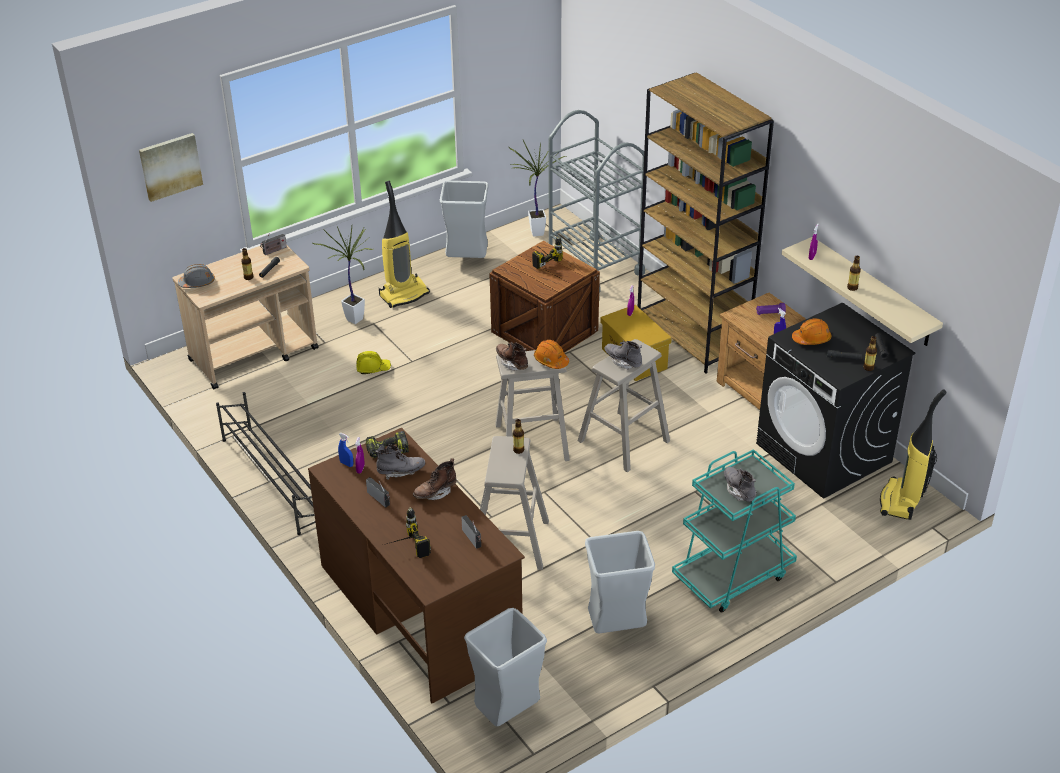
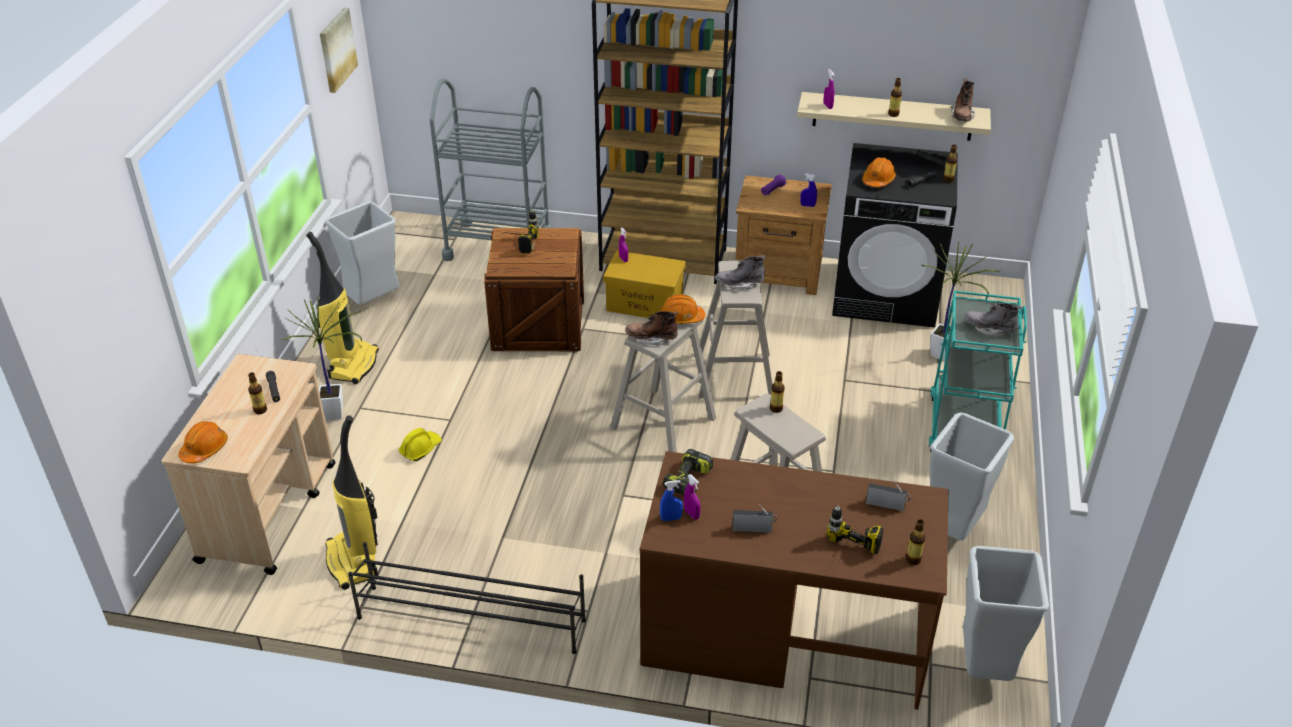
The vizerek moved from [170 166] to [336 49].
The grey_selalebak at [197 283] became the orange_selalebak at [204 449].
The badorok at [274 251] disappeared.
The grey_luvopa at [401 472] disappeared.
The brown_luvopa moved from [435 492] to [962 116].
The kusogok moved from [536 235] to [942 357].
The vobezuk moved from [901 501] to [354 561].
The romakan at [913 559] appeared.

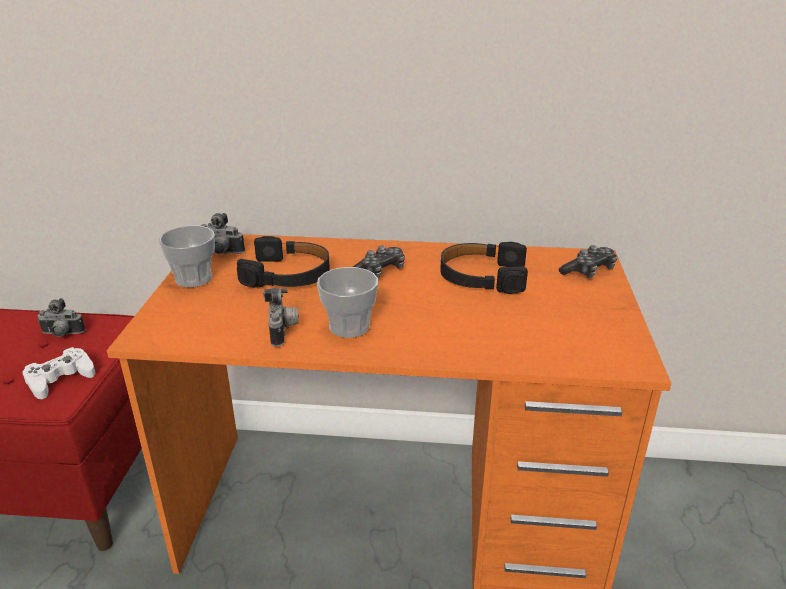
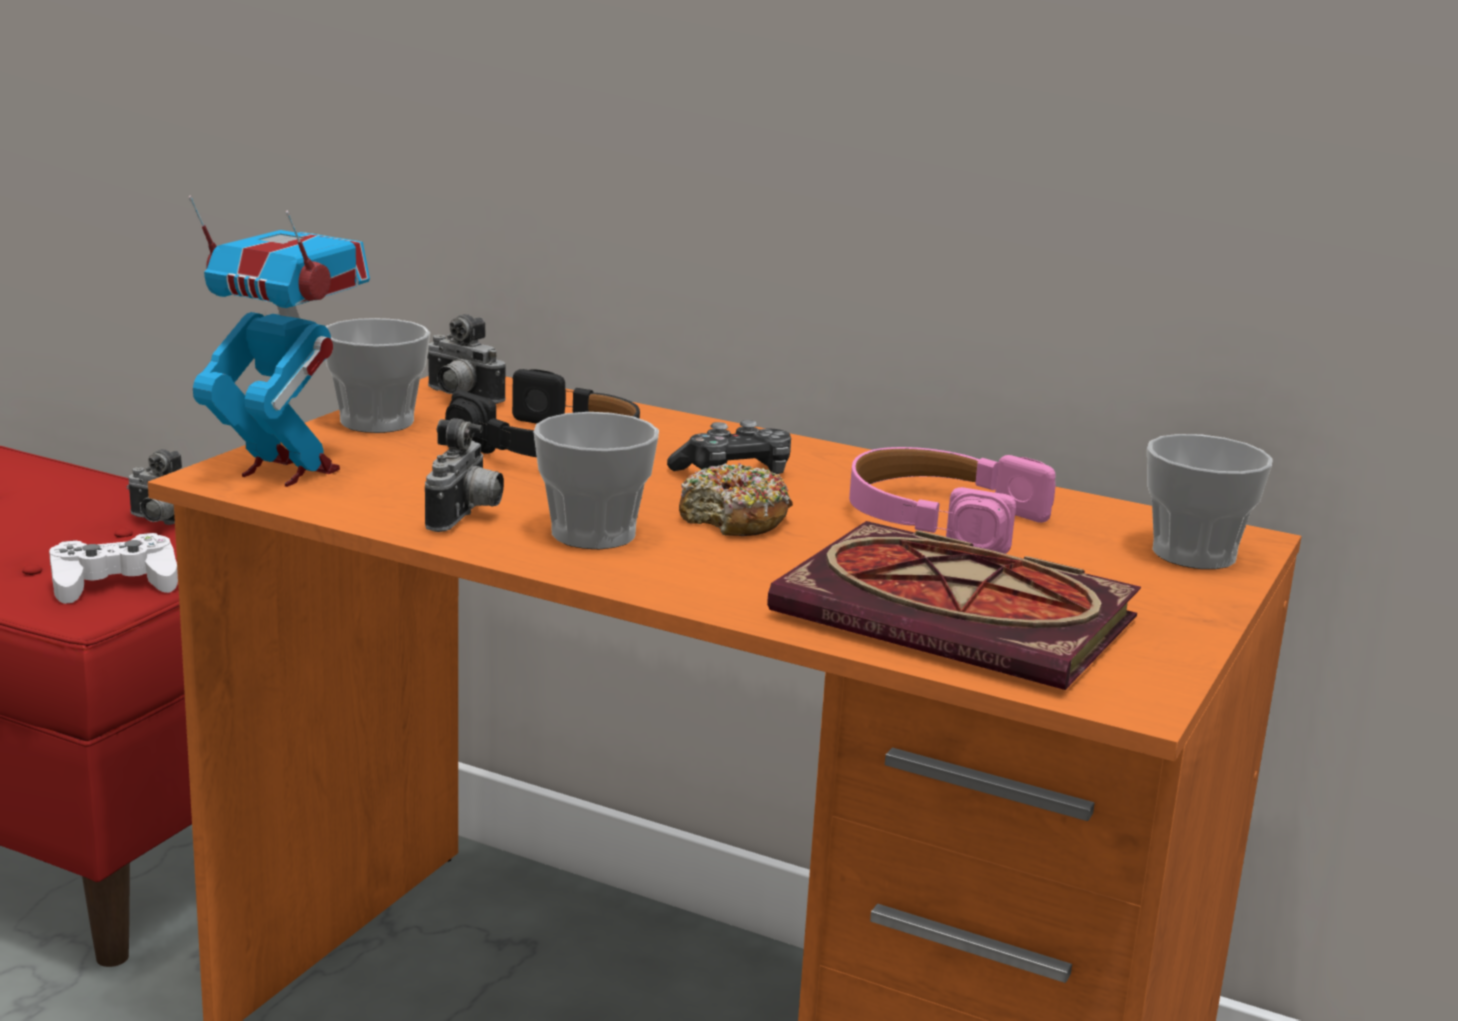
The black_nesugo at [482 277] became the pink_nesugo at [941 519].
The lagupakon at [588 271] was replaced by the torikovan at [1194 554].
The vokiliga at [287 471] appeared.
The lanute at [734 519] appeared.
The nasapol at [965 617] appeared.

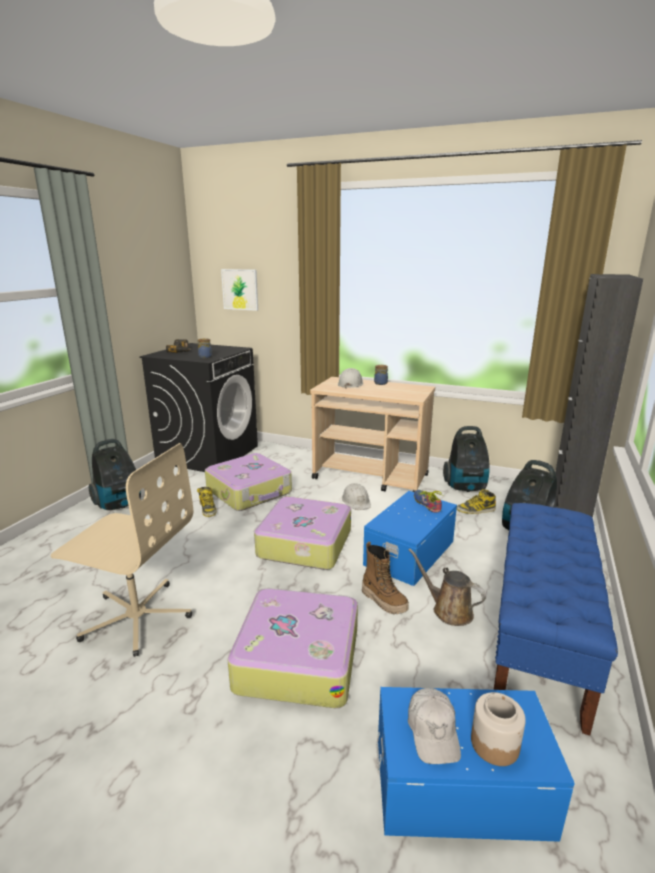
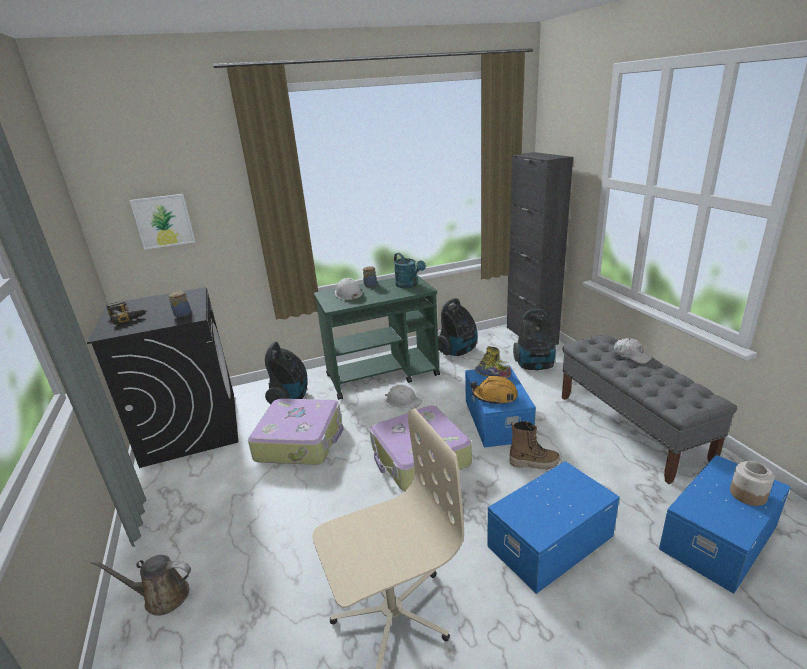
The vobezuk moved from [120 504] to [291 398].
The luvopa at [208 509] disappeared.
The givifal at [297 658] was replaced by the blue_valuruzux at [548 540].
The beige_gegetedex at [371 477] became the green_gegetedex at [383 375].
The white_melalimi moved from [433 732] to [631 355].
The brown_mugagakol moved from [448 610] to [162 596].
The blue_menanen at [539 636] became the grey_menanen at [631 428].
The turquoise_mugagakol at [409 285] appeared.
The orange_selalebak at [494 396] appeared.

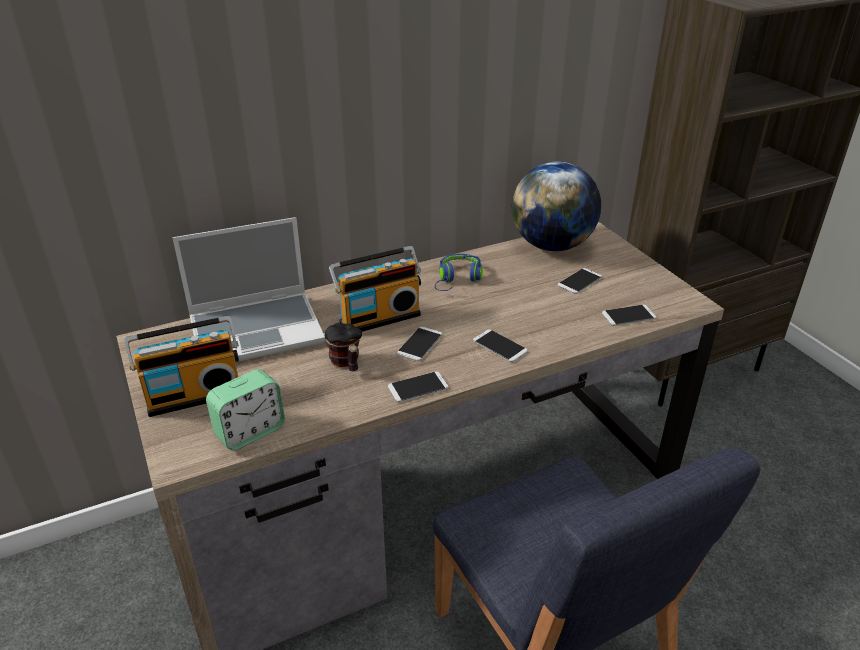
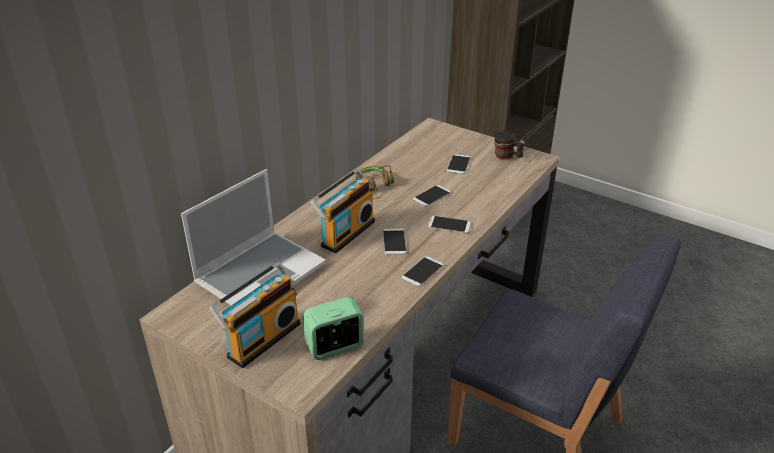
The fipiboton at [250 431] turned 135 degrees counterclockwise.
The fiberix moved from [346 363] to [507 157].
The blue_nesugo at [458 279] became the brown_nesugo at [375 187].
The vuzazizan at [552 245] disappeared.
The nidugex moved from [628 316] to [432 196].

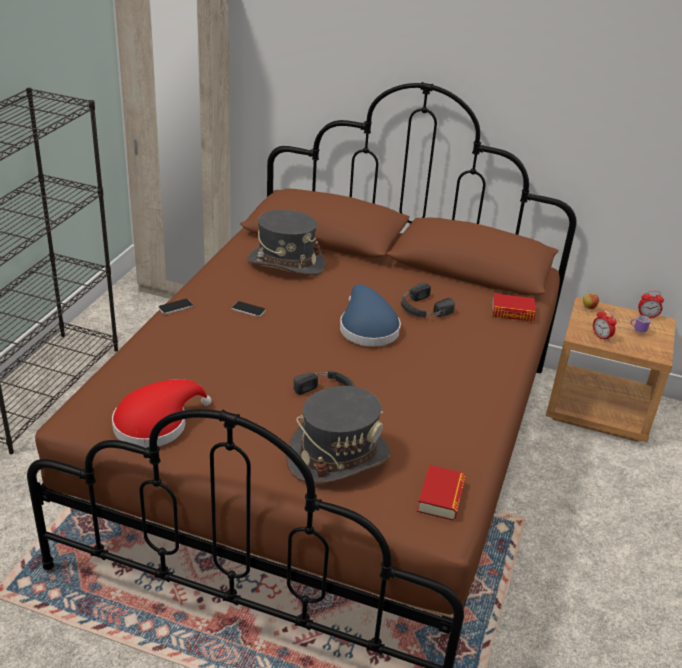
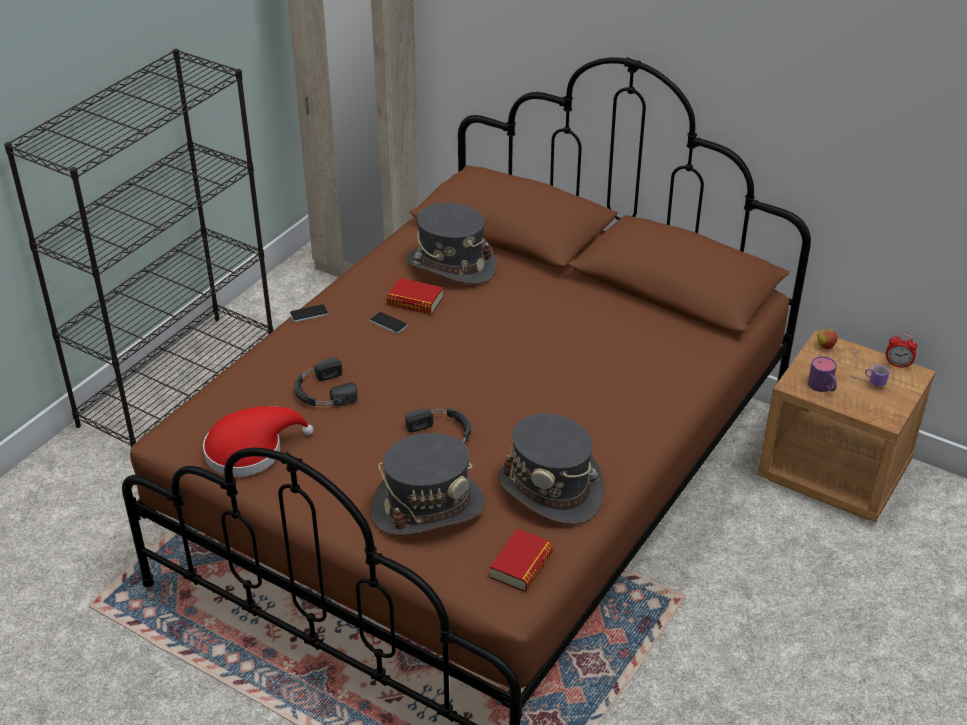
The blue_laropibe at [367 328] disappeared.
The black_nesugo moved from [422 309] to [323 392].
The nasapol moved from [512 312] to [415 301].
The fipiboton at [601 337] was replaced by the purple_fiberix at [823 387].
The grey_laropibe at [550 489] appeared.

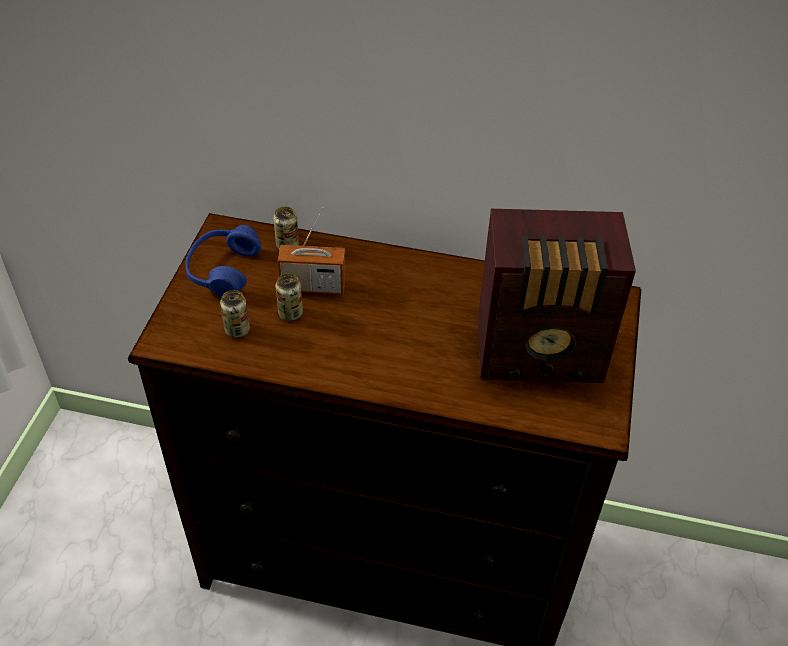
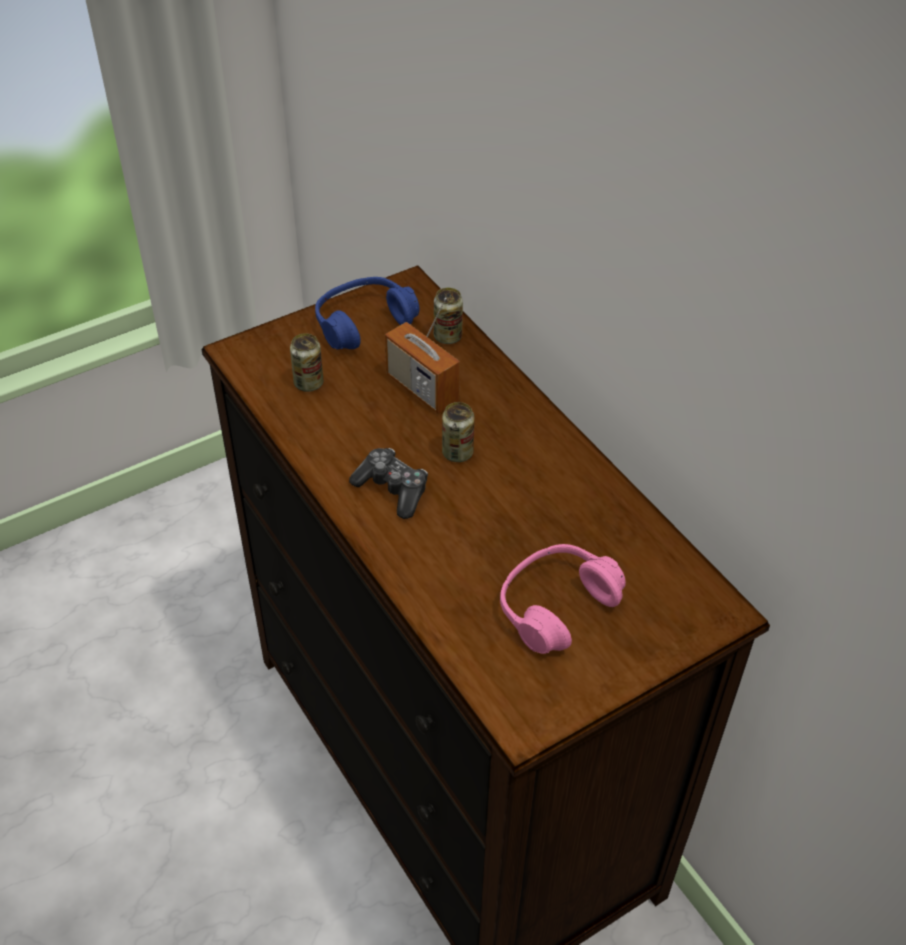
The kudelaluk moved from [290 313] to [457 453].
The badorok at [541 355] was replaced by the pink_nesugo at [556 606].
The lagupakon at [392 489] appeared.

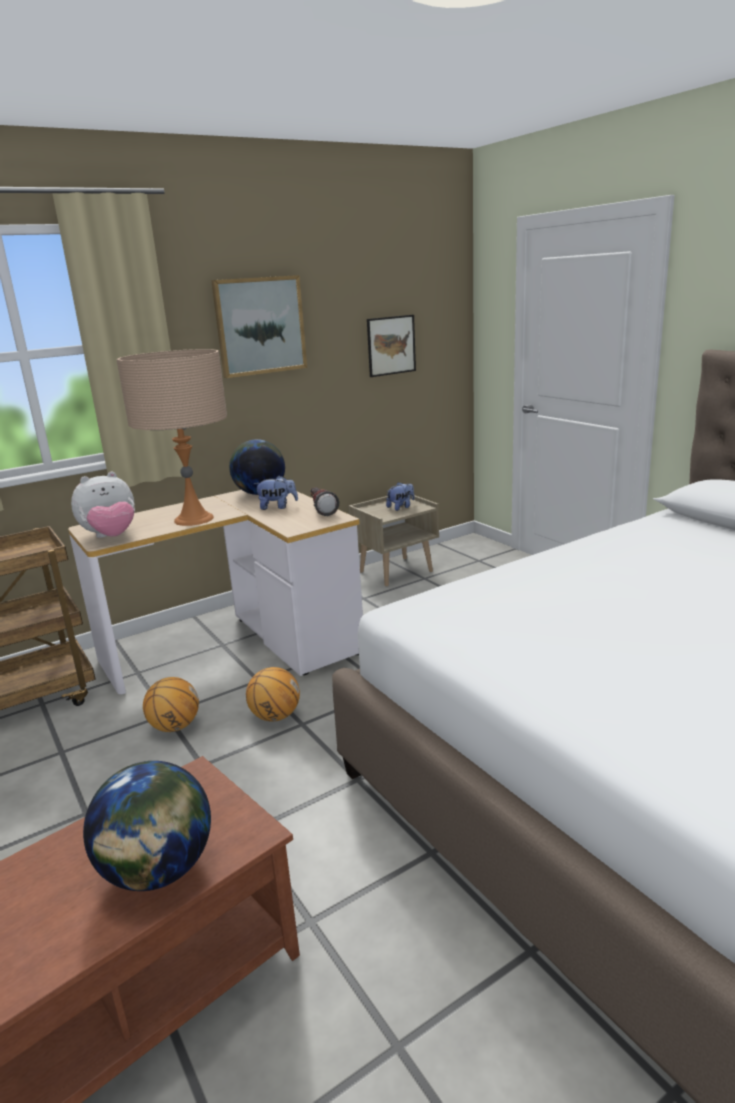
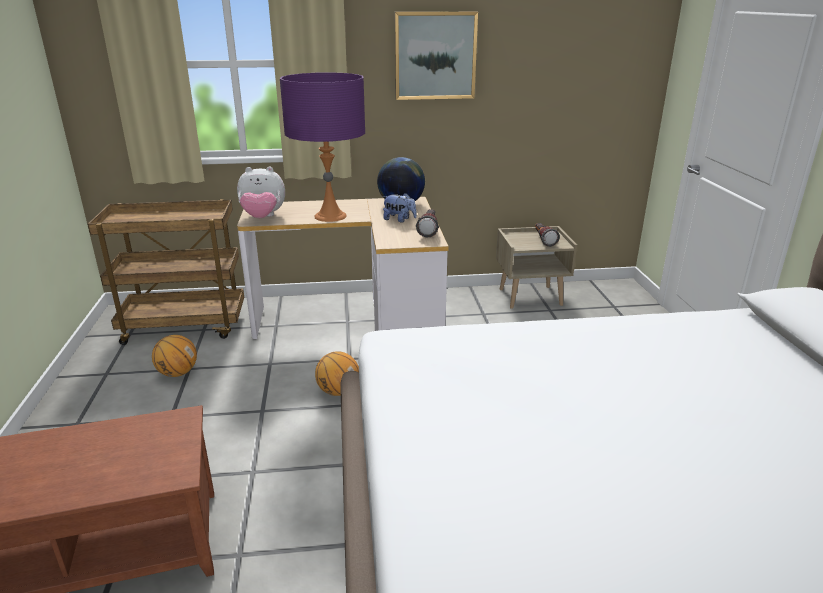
The vuzazizan at [158 870] disappeared.
The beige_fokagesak at [194 519] became the purple_fokagesak at [330 216].
The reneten moved from [174 727] to [177 373].
The vizerek at [391 345] disappeared.
The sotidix at [401 507] was replaced by the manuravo at [543 240].

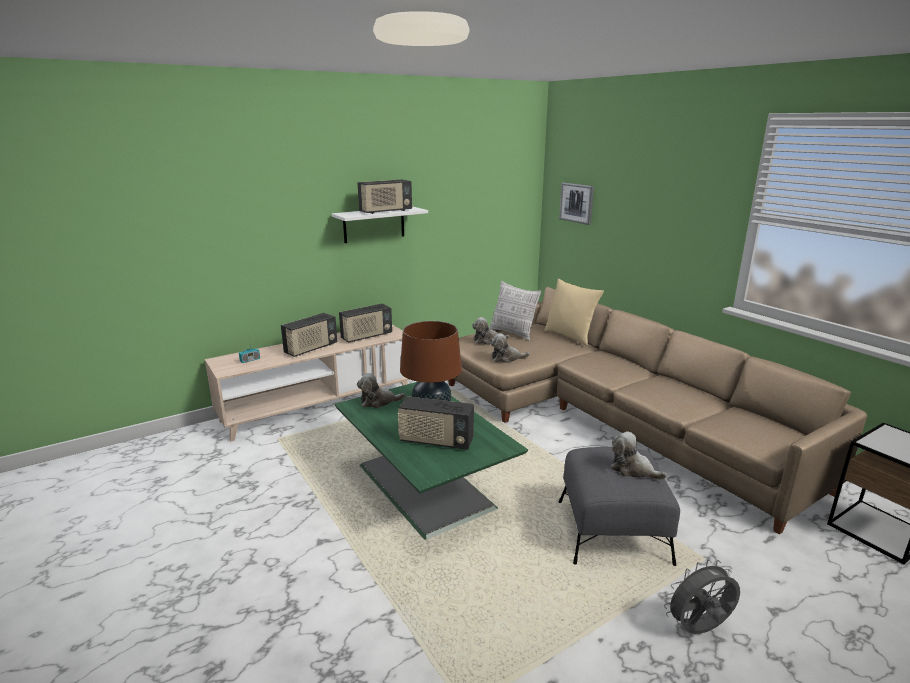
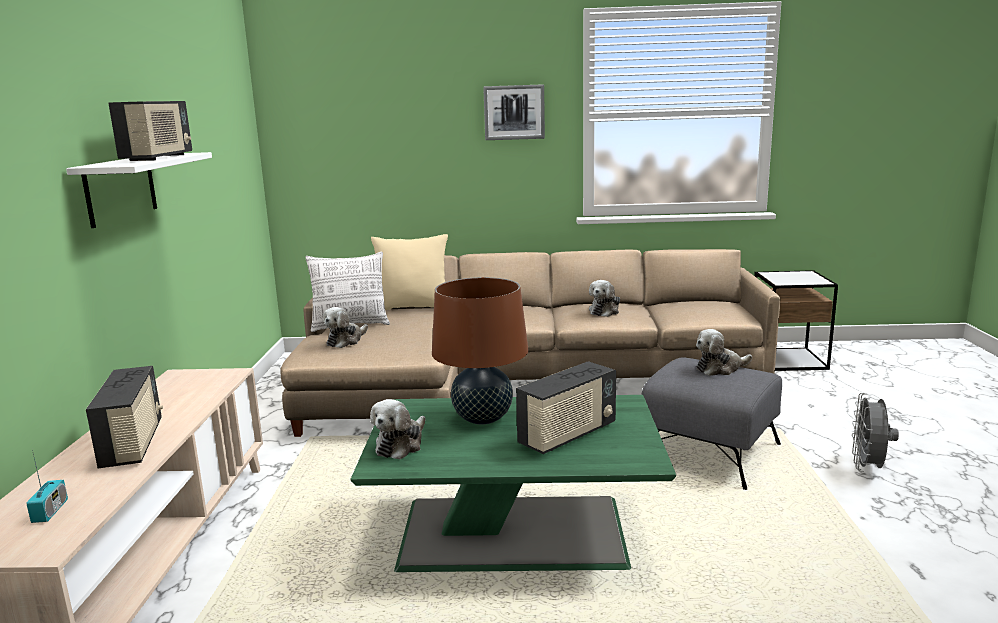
The badorok at [366 336] disappeared.
The sotidix moved from [506 358] to [605 311].
The vizerek moved from [577 203] to [514 112].

